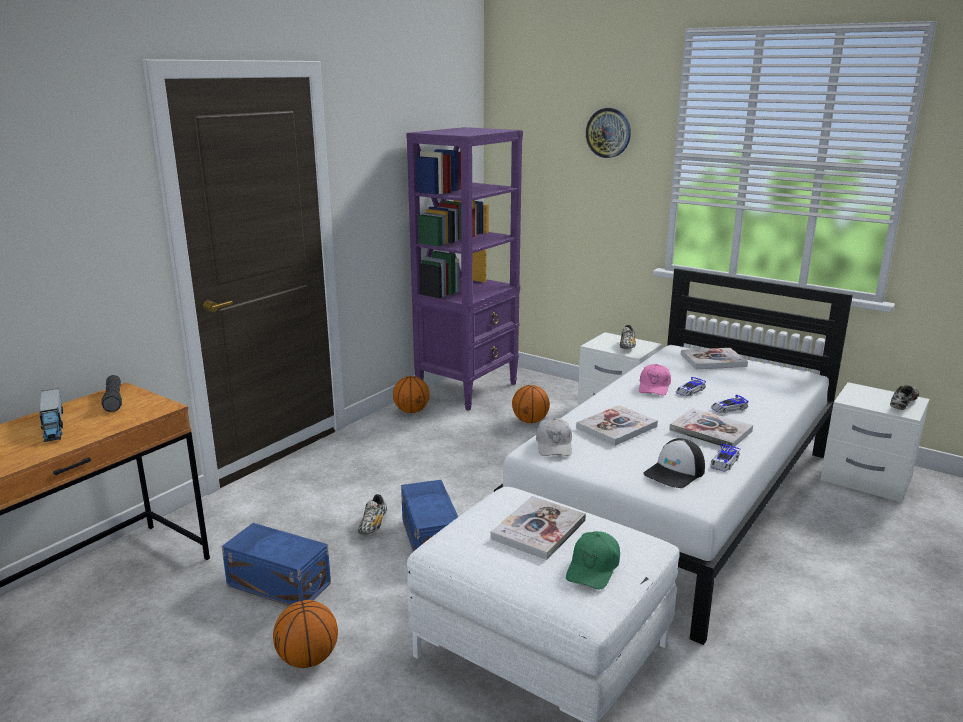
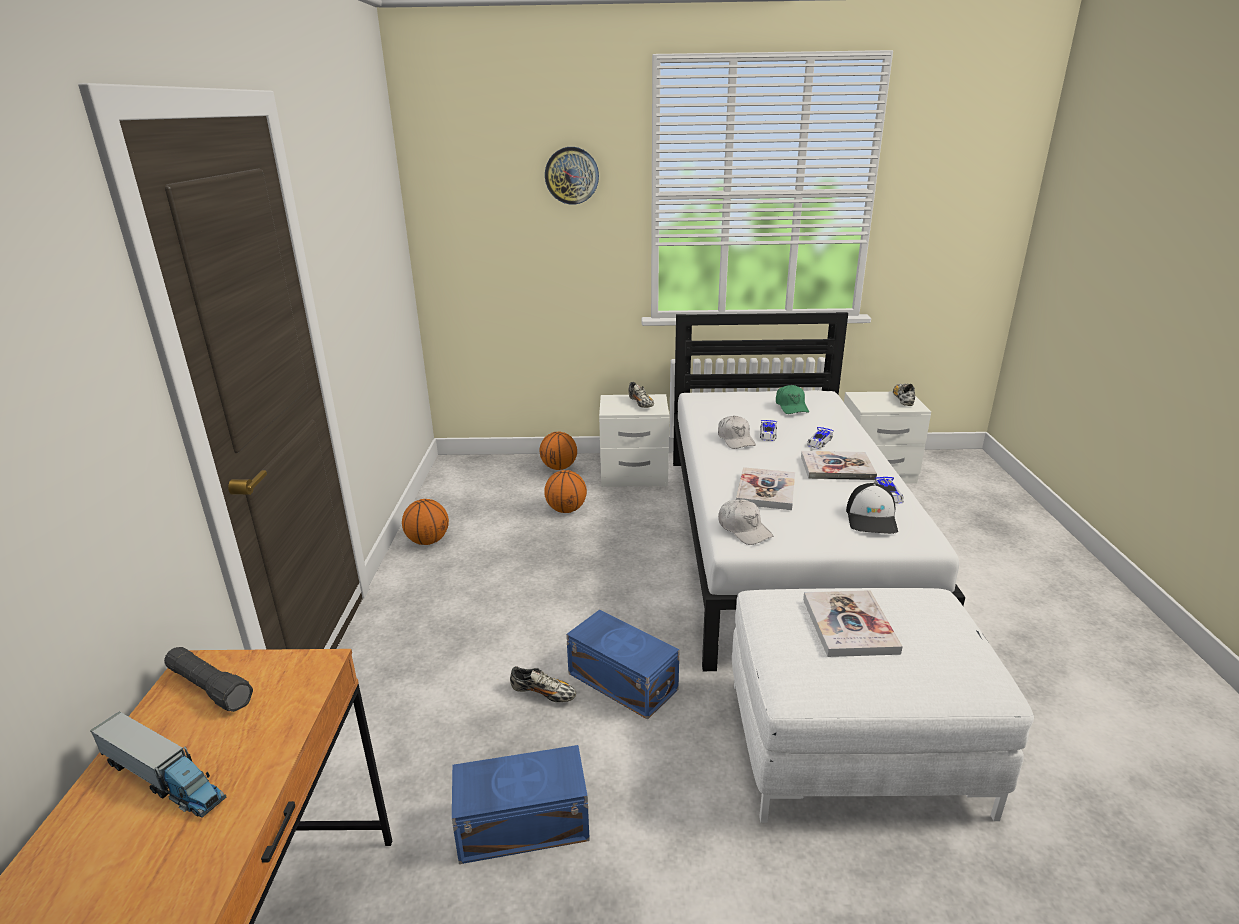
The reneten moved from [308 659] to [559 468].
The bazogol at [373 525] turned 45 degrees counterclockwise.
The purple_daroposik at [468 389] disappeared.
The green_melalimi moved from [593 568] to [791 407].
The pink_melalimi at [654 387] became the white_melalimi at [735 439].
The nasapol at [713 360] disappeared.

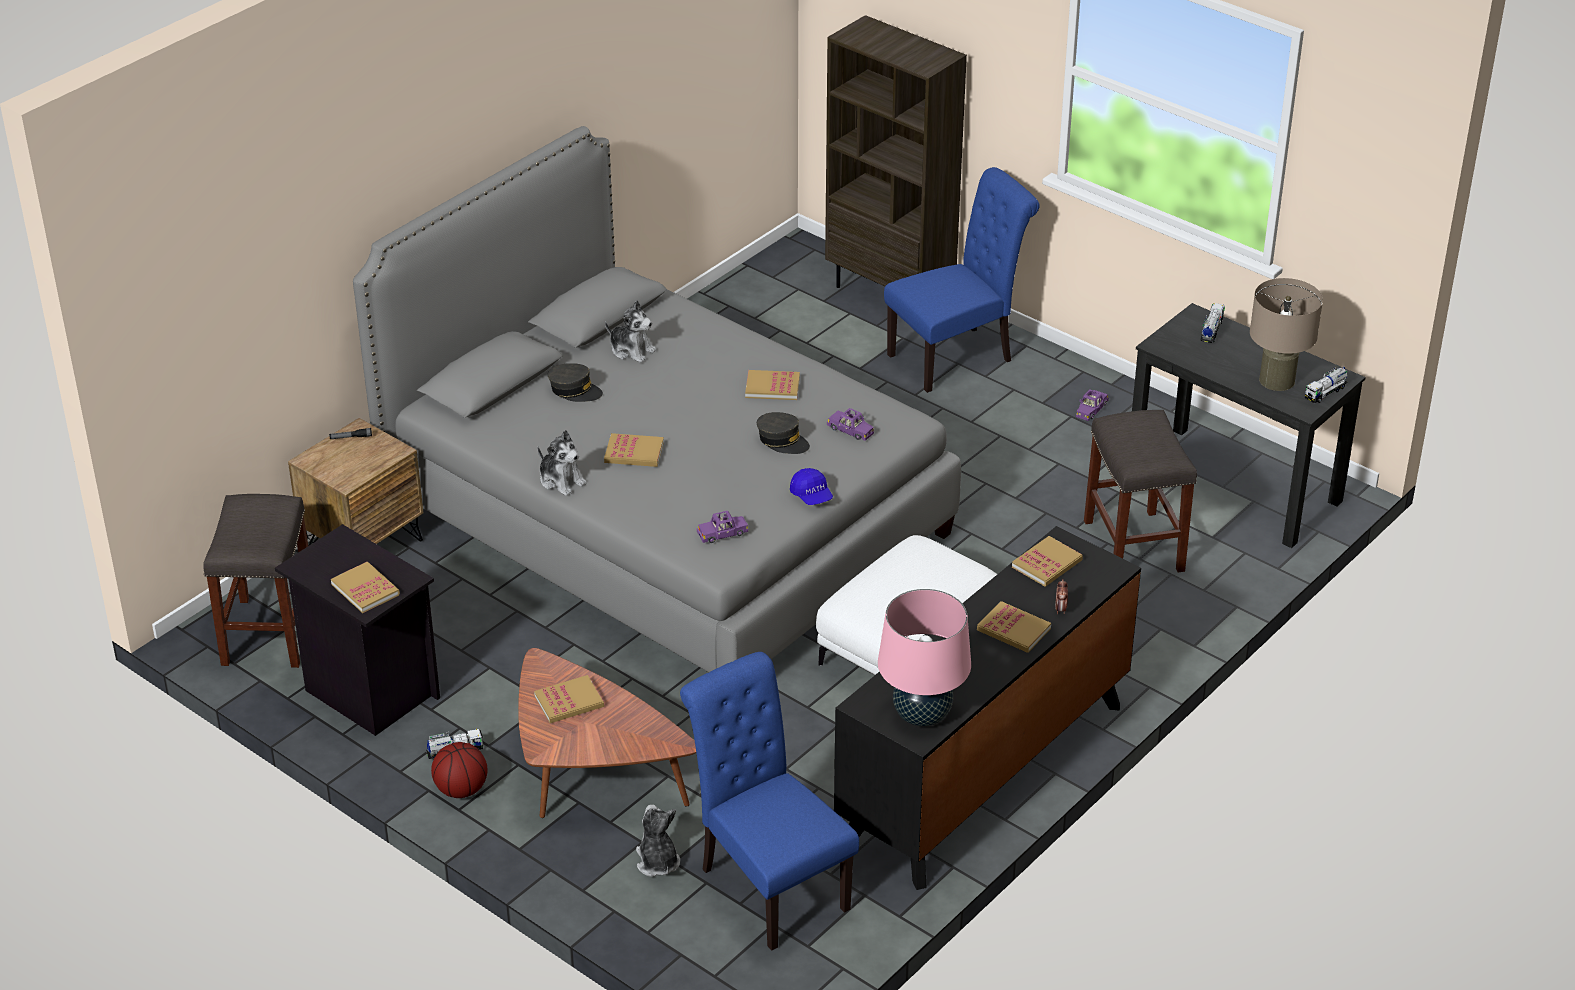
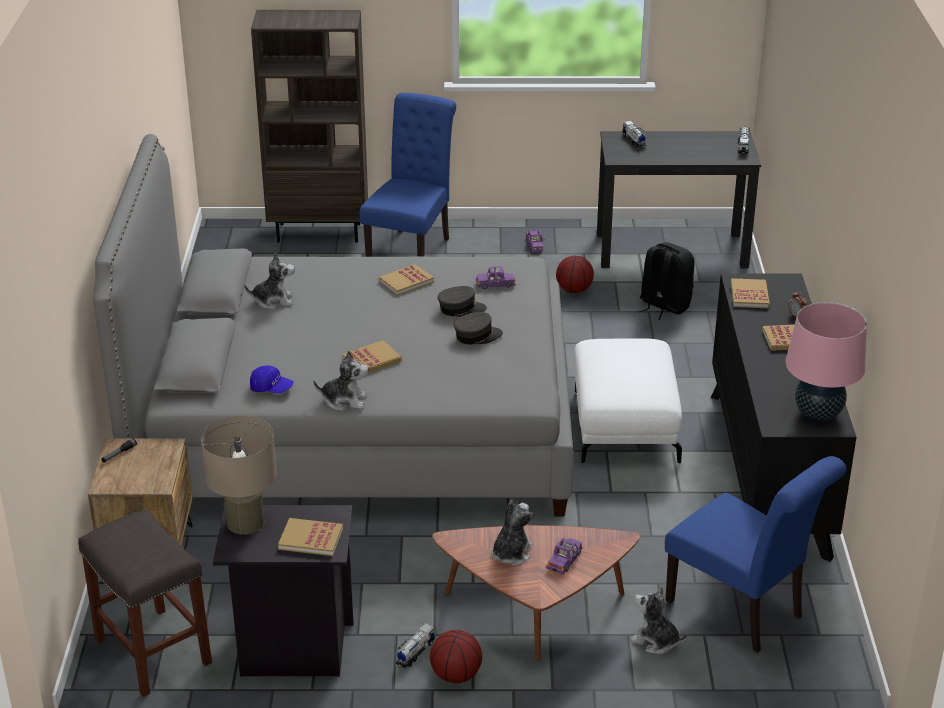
The nasapol at [569 702] was replaced by the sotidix at [511 553].
The grey_melalimi moved from [575 390] to [477 336].
The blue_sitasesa at [768 883] turned 150 degrees counterclockwise.
The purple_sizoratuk moved from [722 533] to [565 560].
The blue_melalimi moved from [811 496] to [271 388].
The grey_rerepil at [1132 545] was replaced by the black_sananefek at [663 306].
The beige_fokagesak moved from [1277 380] to [245 522].
The reneten at [574 290] appeared.

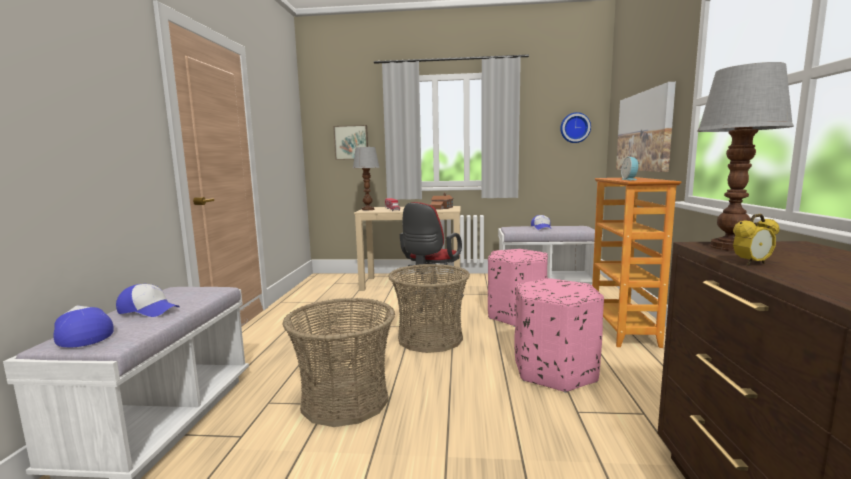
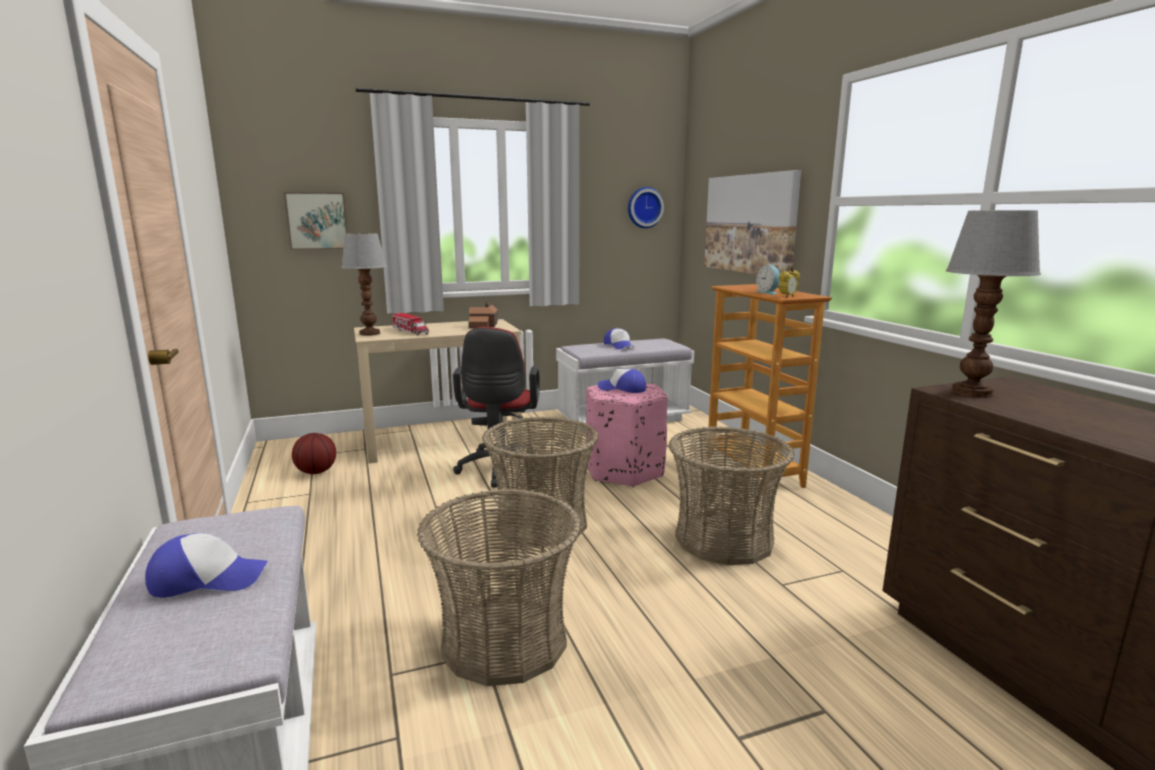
The melalimi moved from [82 335] to [622 389].
The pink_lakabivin at [555 371] was replaced by the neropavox at [724 539].
The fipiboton moved from [752 263] to [787 297].
The reneten at [316 472] appeared.

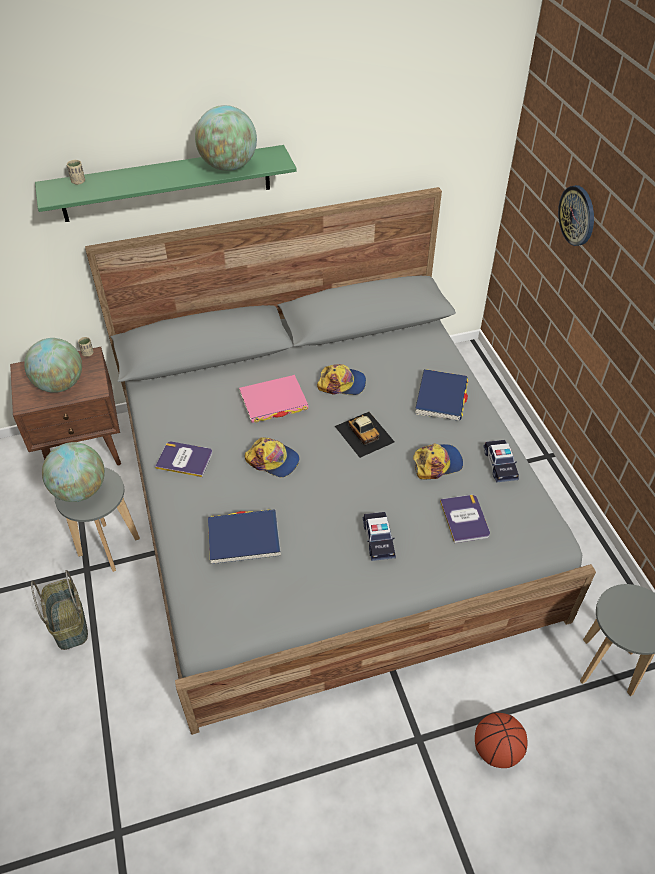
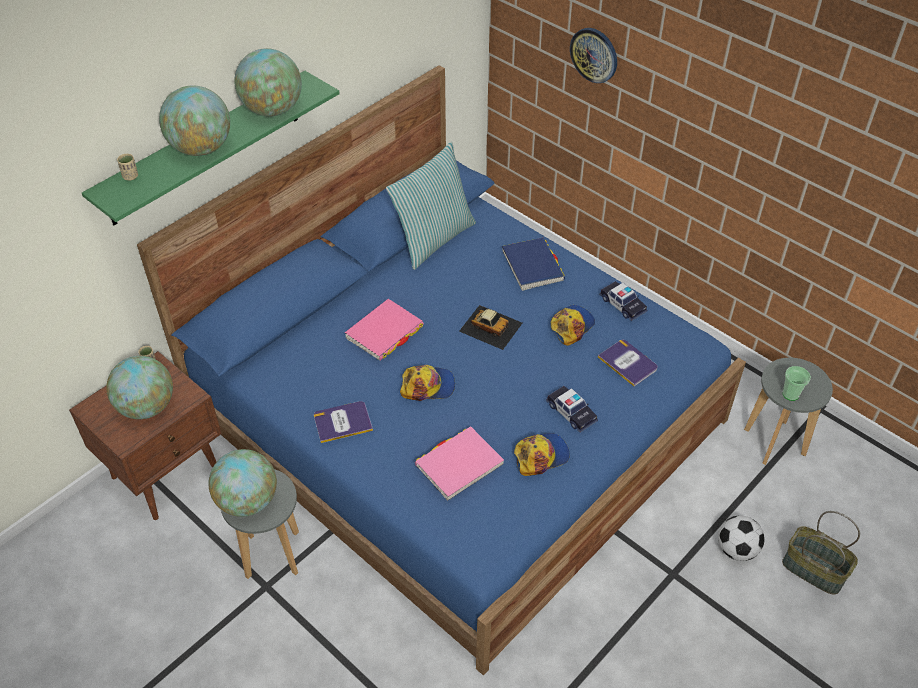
The neropavox moved from [68 623] to [812 570].
The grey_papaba at [327 506] became the blue_papaba at [458 417].
The blue_nasapol at [244 538] became the pink_nasapol at [459 465].
The melalimi moved from [342 383] to [541 456].
The reneten at [496 749] was replaced by the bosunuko at [736 549].
The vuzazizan at [201 148] appeared.
The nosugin at [433 239] appeared.
The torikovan at [790 394] appeared.

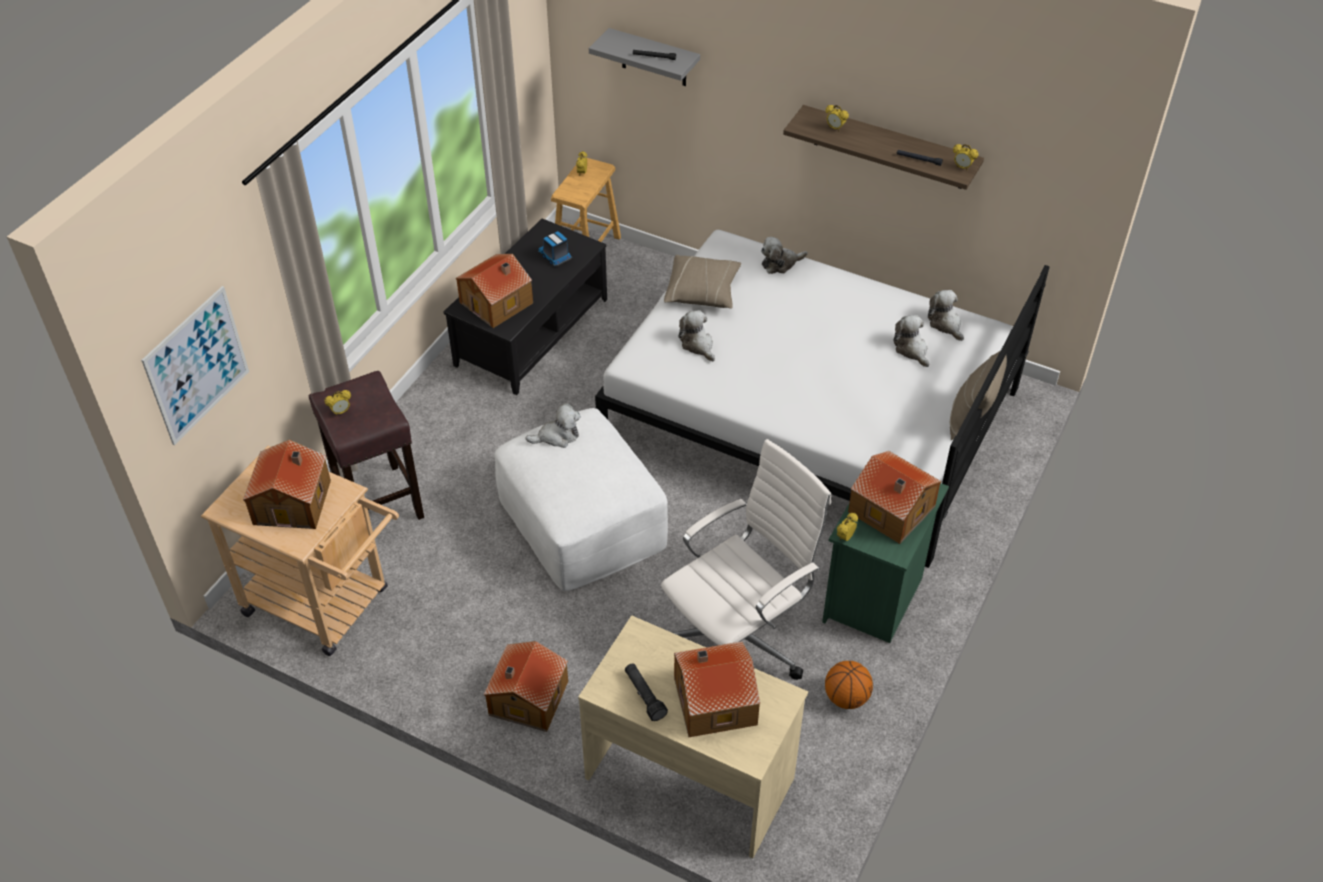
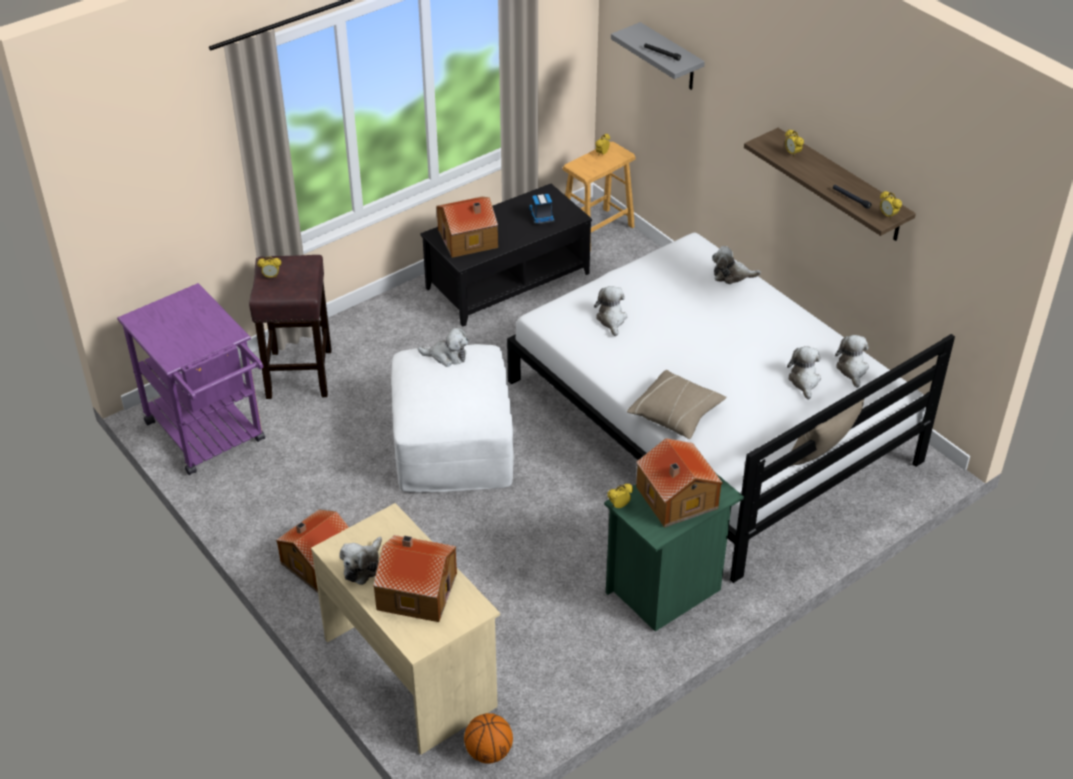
The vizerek at [197 365] disappeared.
The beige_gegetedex at [326 605] became the purple_gegetedex at [210 437].
The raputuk at [294 501] disappeared.
The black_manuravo at [644 696] was replaced by the sotidix at [363 566].
The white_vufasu at [738 641] disappeared.
The beige_nosugin moved from [702 291] to [676 414].
The reneten moved from [846 698] to [488 752].

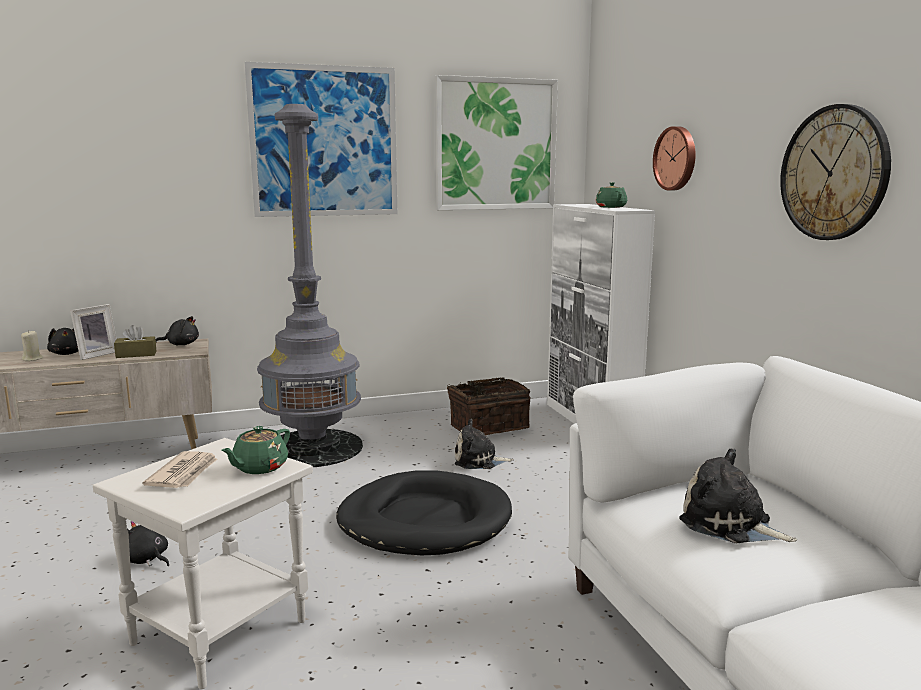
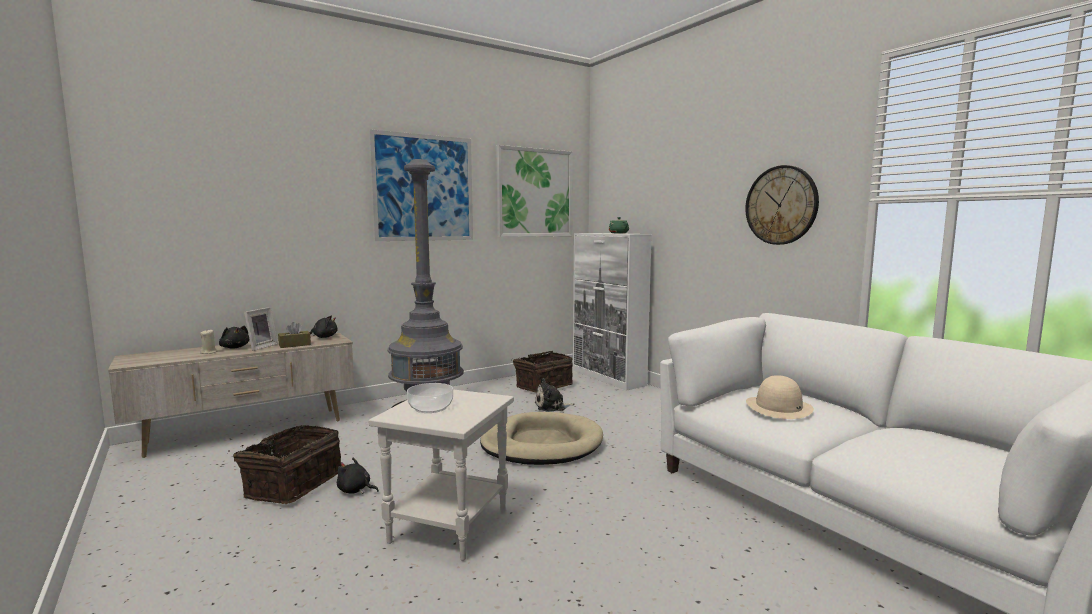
The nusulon at [184 473] was replaced by the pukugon at [430 407].
The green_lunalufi at [259 467] disappeared.
The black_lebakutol at [424 520] became the beige_lebakutol at [542 444].
The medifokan at [676 158] disappeared.
The sotidix at [730 524] was replaced by the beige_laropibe at [779 407].
The neropavox at [292 485] appeared.

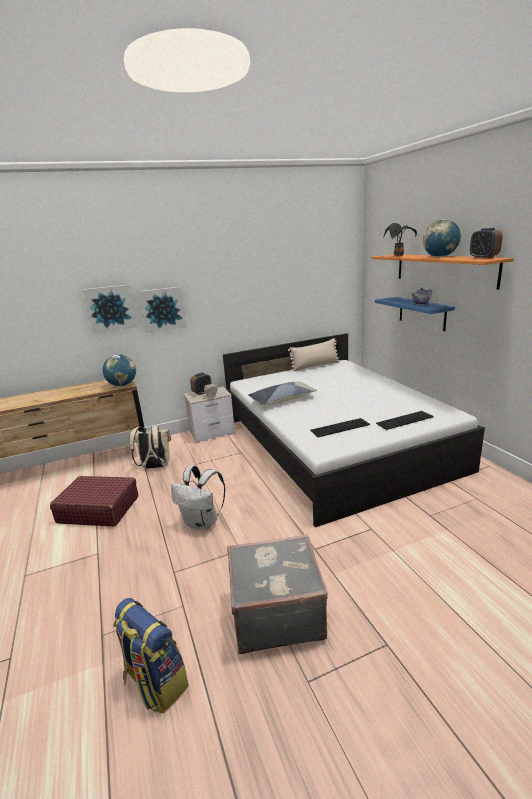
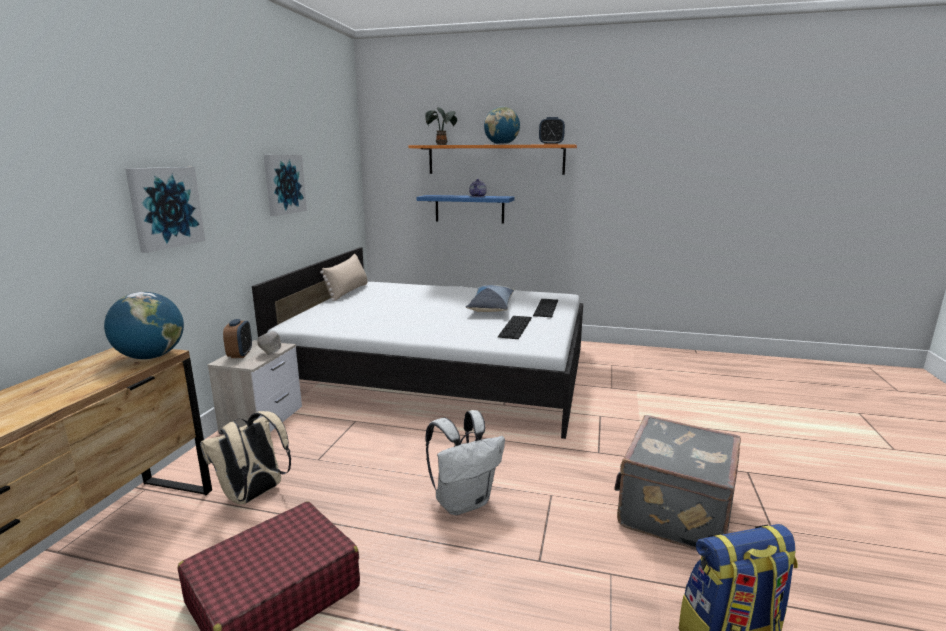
The vizerek moved from [110 308] to [284 184].
The nosugin moved from [282 399] to [491 307].

